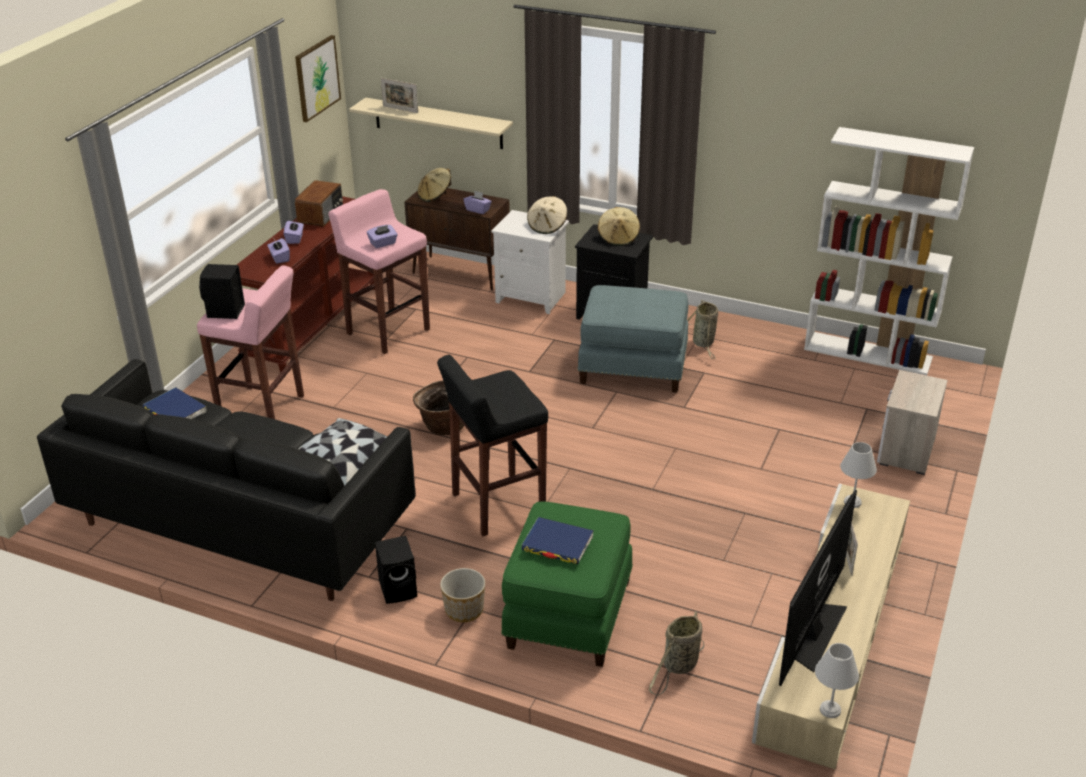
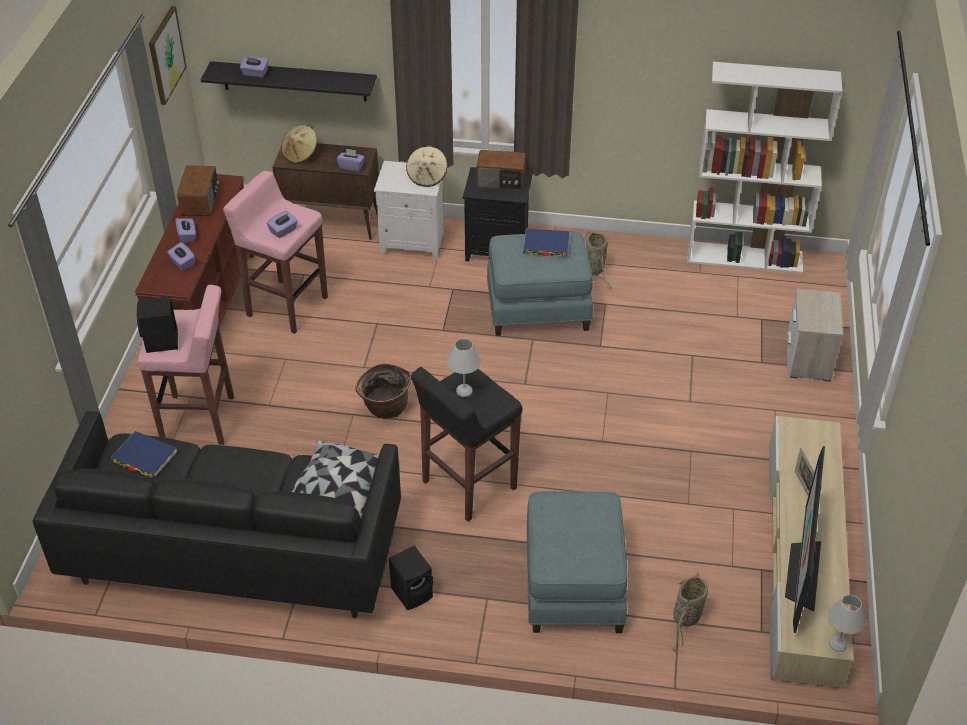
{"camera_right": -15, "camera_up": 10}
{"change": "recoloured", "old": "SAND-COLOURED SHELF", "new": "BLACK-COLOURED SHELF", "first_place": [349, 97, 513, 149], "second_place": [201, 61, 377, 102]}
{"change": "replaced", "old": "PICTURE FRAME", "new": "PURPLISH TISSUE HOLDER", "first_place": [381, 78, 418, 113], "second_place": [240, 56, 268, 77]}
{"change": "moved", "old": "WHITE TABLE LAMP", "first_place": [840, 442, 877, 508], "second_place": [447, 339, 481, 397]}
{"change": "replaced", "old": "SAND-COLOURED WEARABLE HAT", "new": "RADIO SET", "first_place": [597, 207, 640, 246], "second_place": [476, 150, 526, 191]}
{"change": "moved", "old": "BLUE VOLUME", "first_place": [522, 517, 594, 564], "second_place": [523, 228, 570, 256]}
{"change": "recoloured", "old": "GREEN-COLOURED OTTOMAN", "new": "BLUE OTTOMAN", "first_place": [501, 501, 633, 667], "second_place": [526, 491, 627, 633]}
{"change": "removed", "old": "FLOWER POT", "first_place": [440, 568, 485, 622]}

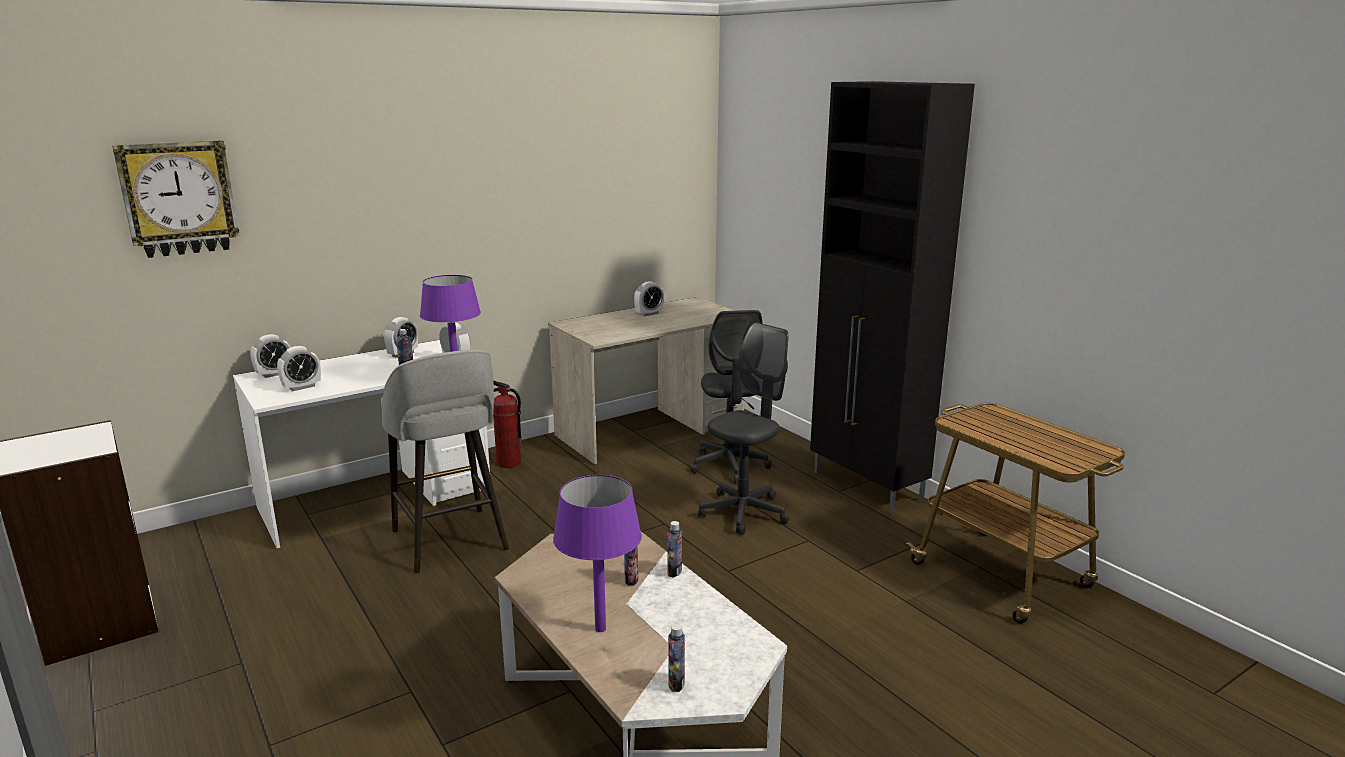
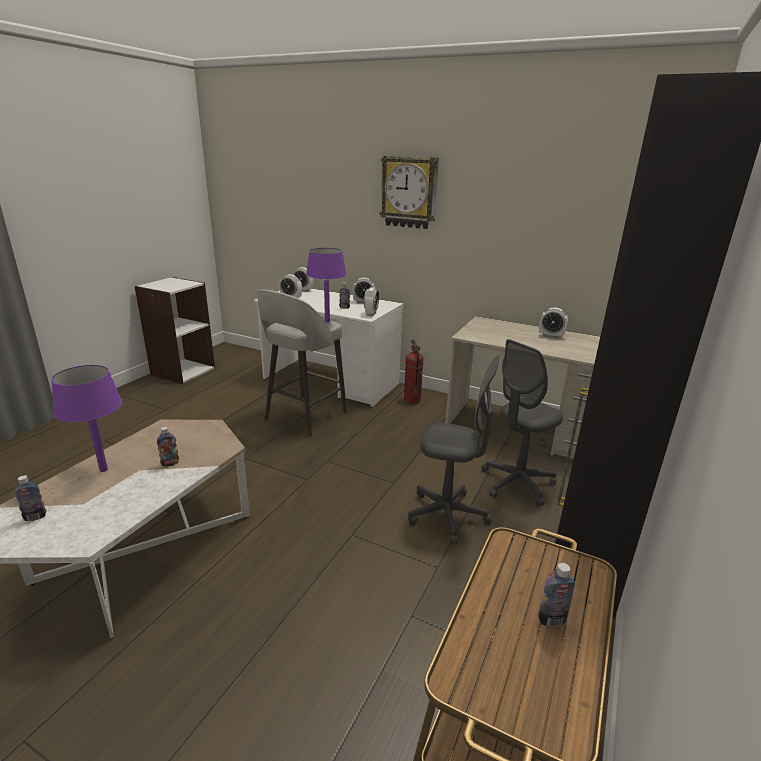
{"camera_right": 60, "camera_up": 5}
{"change": "moved", "old": "HANGING CLOCK", "first_place": [112, 140, 240, 258], "second_place": [380, 156, 439, 229]}
{"change": "moved", "old": "DRINK BOTTLE", "first_place": [667, 521, 682, 578], "second_place": [538, 563, 575, 627]}

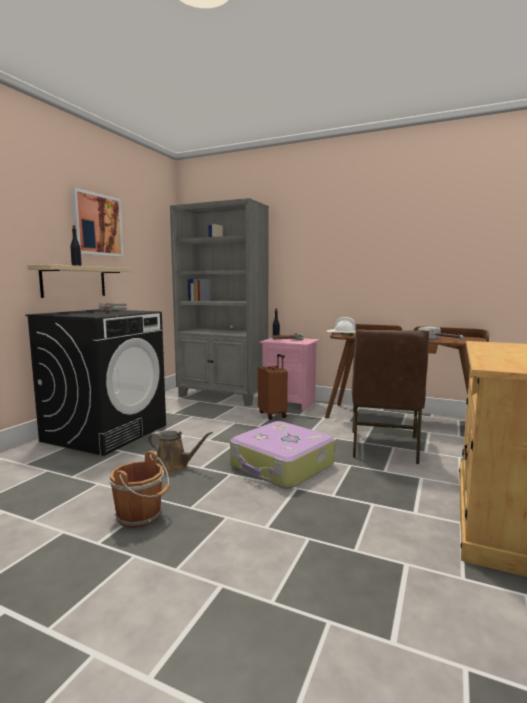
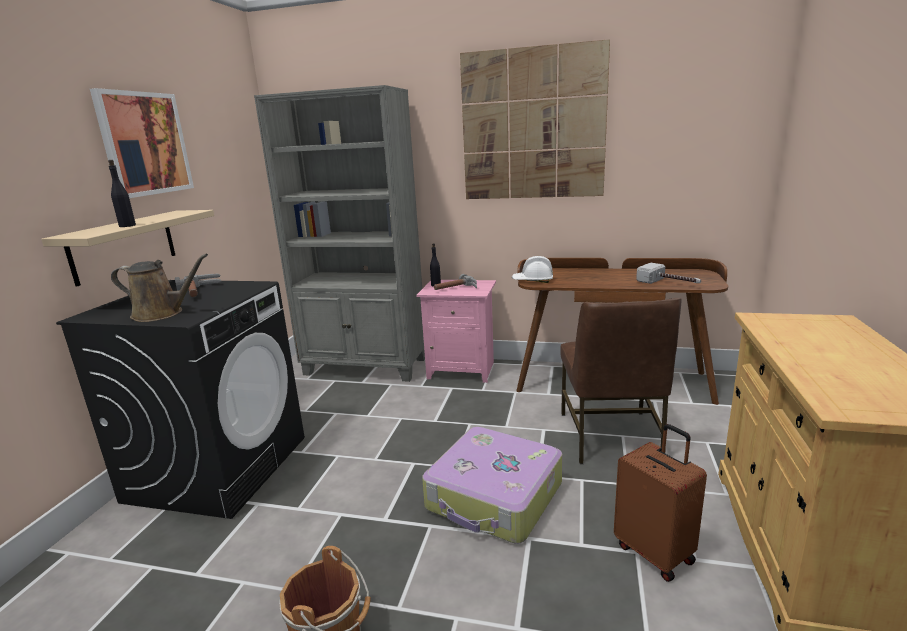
{"camera_right": -10, "camera_up": 10}
{"change": "moved", "old": "BROWN-COLOURED SPRINKLING CAN", "first_place": [148, 431, 213, 473], "second_place": [111, 253, 208, 322]}
{"change": "added", "new": "WALL PICTURE", "second_place": [460, 39, 610, 199]}
{"change": "moved", "old": "BROWN-COLOURED SUITCASE", "first_place": [258, 354, 288, 420], "second_place": [614, 424, 707, 582]}

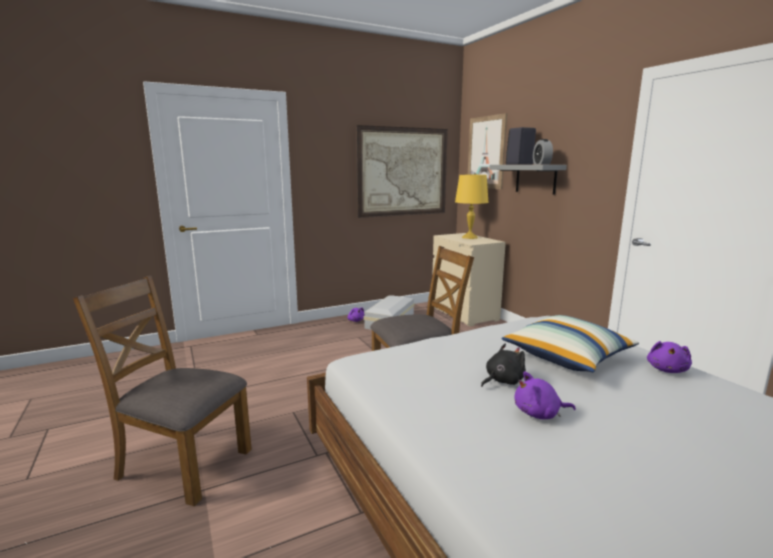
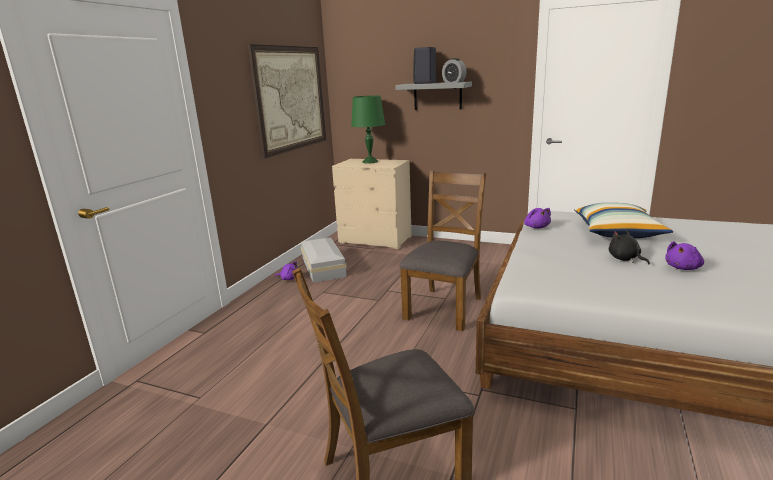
{"camera_right": -40, "camera_up": 5}
{"change": "recoloured", "old": "YELLOWISH TABLE LAMP", "new": "GREEN-COLOURED TABLE LAMP", "first_place": [455, 175, 489, 239], "second_place": [351, 95, 385, 163]}
{"change": "moved", "old": "PURPLISH CUDDLY TOY", "first_place": [647, 341, 692, 373], "second_place": [524, 208, 551, 229]}
{"change": "turned", "old": "BLACK-COLOURED CUDDLY TOY", "first_place": [481, 344, 526, 387], "second_place": [609, 230, 650, 265], "degrees": -45}
{"change": "removed", "old": "WALL PICTURE", "first_place": [468, 113, 507, 189]}

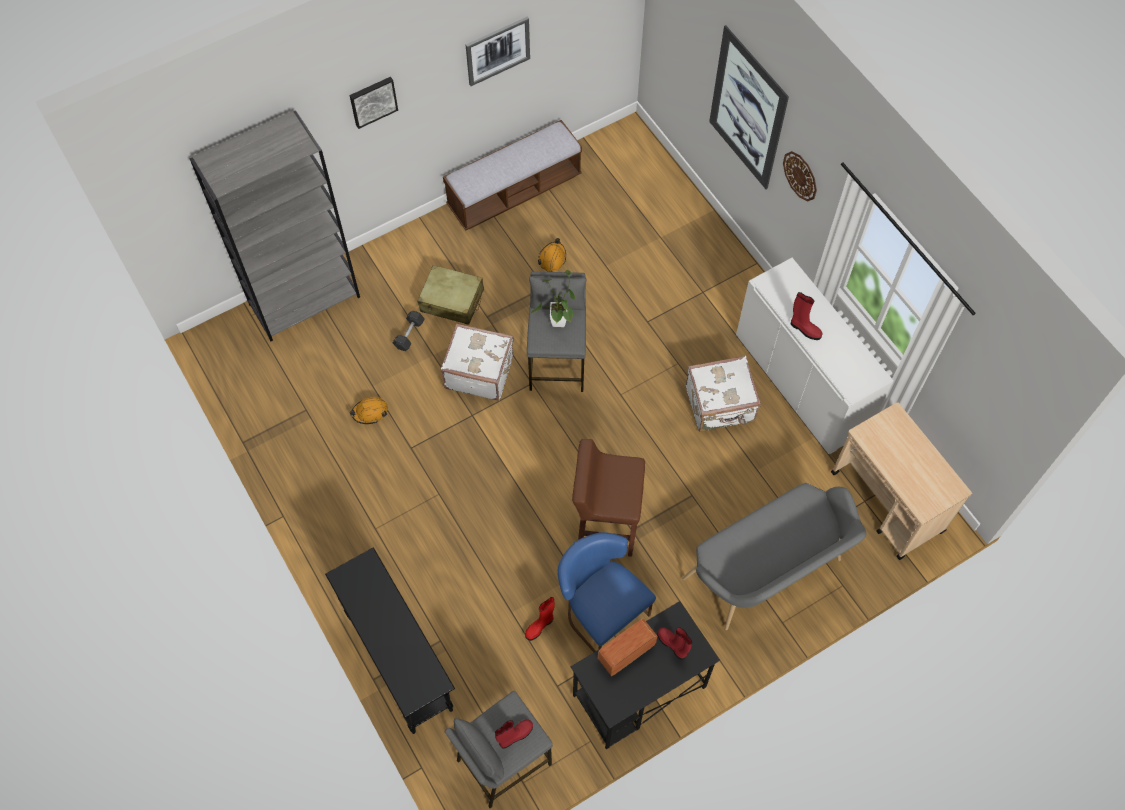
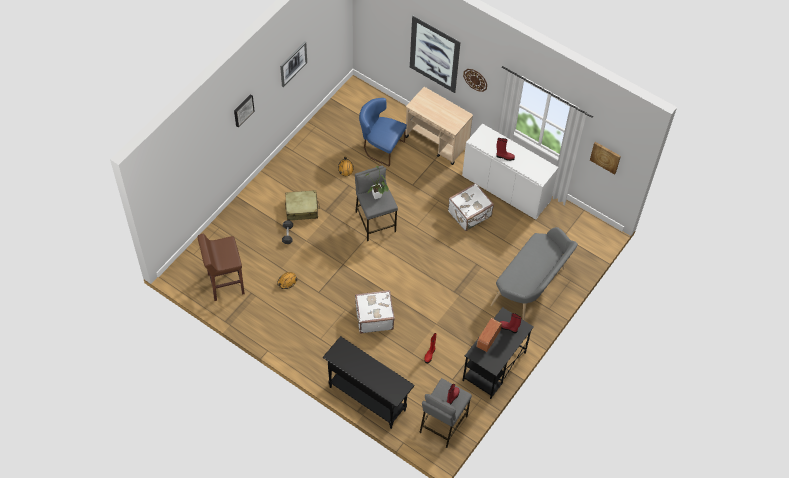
{"camera_right": -25, "camera_up": -5}
{"change": "moved", "old": "BROWN-COLOURED STOOL", "first_place": [572, 439, 645, 557], "second_place": [197, 234, 245, 301]}
{"change": "moved", "old": "WHITE SUITCASE", "first_place": [441, 324, 514, 401], "second_place": [355, 290, 395, 334]}
{"change": "moved", "old": "BLUE UPRIGHT CHAIR", "first_place": [557, 532, 656, 652], "second_place": [359, 98, 407, 167]}
{"change": "moved", "old": "SAND-COLOURED TROLLEY", "first_place": [831, 402, 972, 560], "second_place": [405, 87, 473, 165]}
{"change": "added", "new": "WALL PICTURE", "second_place": [590, 142, 621, 175]}
{"change": "removed", "old": "GREYISH SHELVING UNIT", "first_place": [190, 110, 360, 341]}
{"change": "removed", "old": "LONG SEAT", "first_place": [443, 120, 582, 231]}

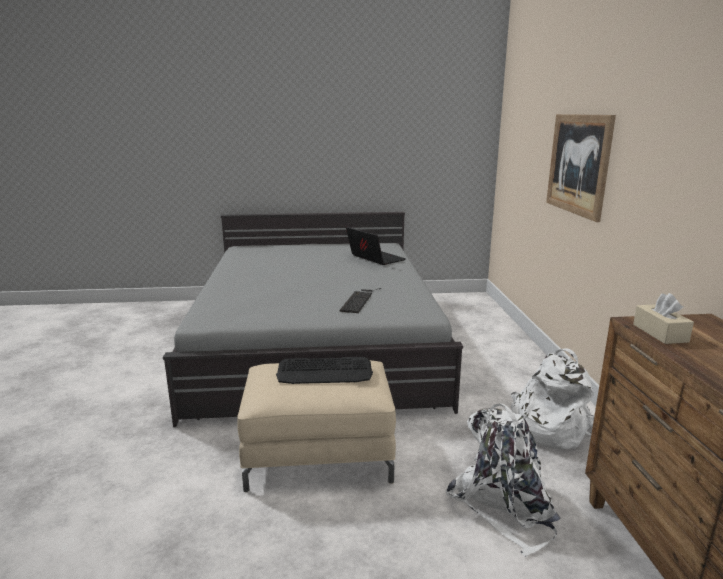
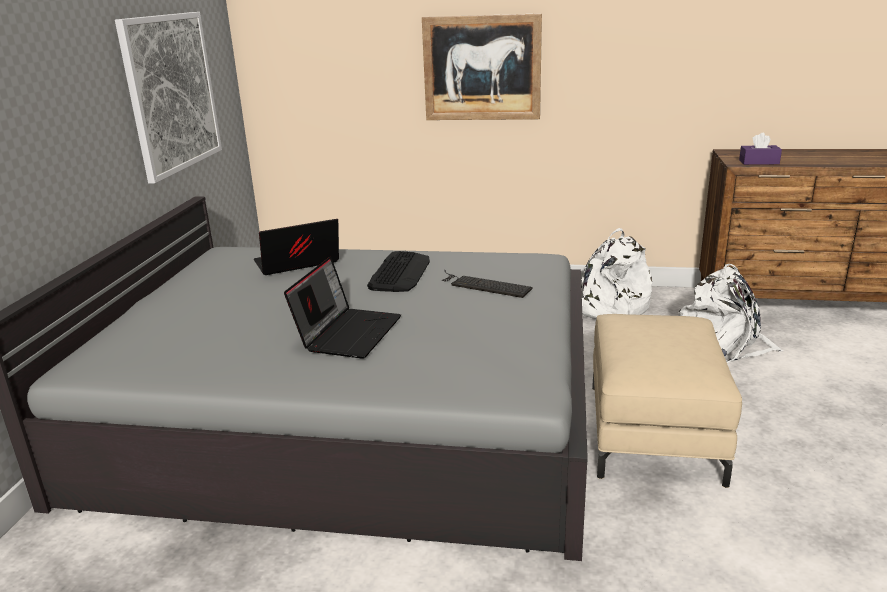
{"camera_right": -75, "camera_up": 5}
{"change": "added", "new": "WALL PICTURE", "second_place": [115, 12, 222, 183]}
{"change": "added", "new": "PORTABLE COMPUTER", "second_place": [284, 256, 401, 359]}
{"change": "moved", "old": "COMPUTER KEYBOARD", "first_place": [276, 357, 373, 384], "second_place": [367, 251, 430, 292]}
{"change": "recoloured", "old": "SAND-COLOURED TISSUE HOLDER", "new": "PURPLISH TISSUE HOLDER", "first_place": [633, 293, 694, 344], "second_place": [739, 133, 782, 165]}

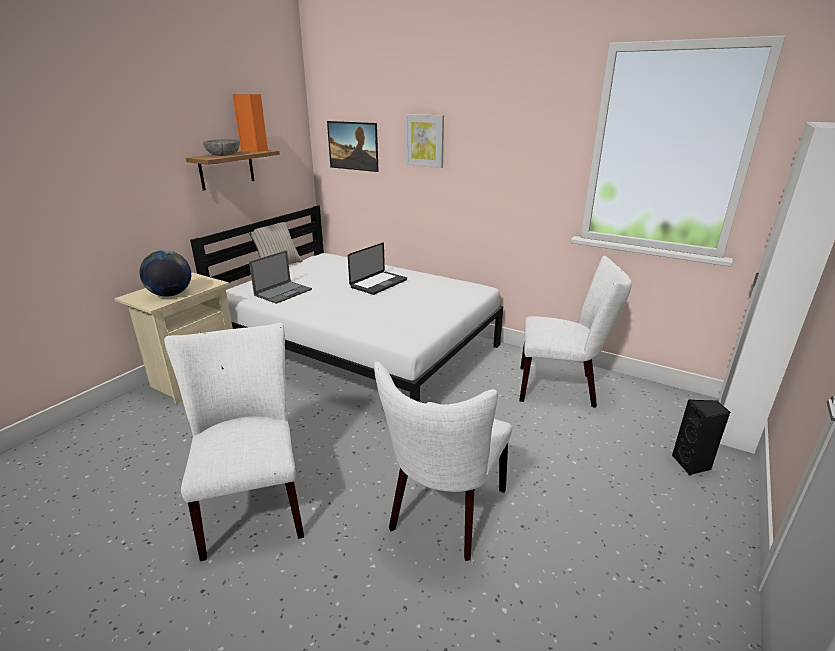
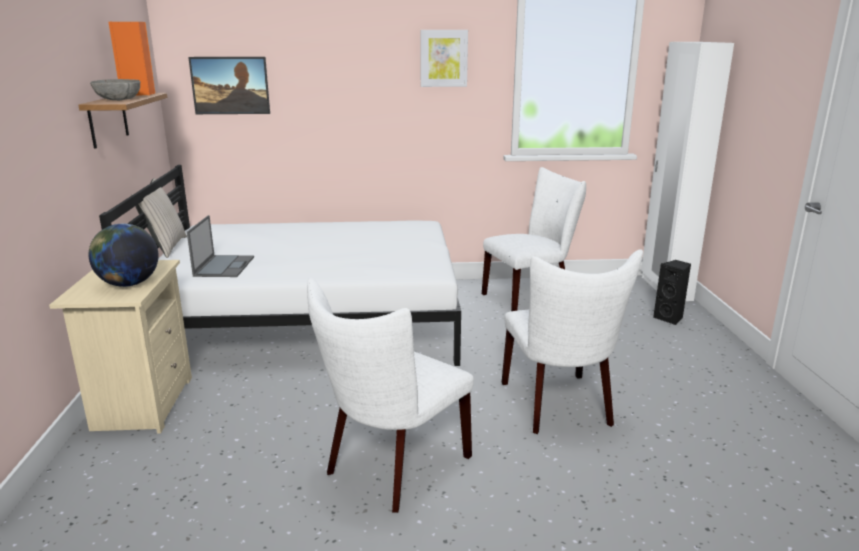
{"camera_right": -35, "camera_up": -5}
{"change": "turned", "old": "WHITE UPRIGHT CHAIR", "first_place": [164, 323, 304, 561], "second_place": [307, 278, 474, 513], "degrees": -90}
{"change": "moved", "old": "WALL PICTURE", "first_place": [405, 114, 444, 168], "second_place": [420, 30, 468, 87]}
{"change": "removed", "old": "PORTABLE COMPUTER", "first_place": [348, 243, 407, 295]}

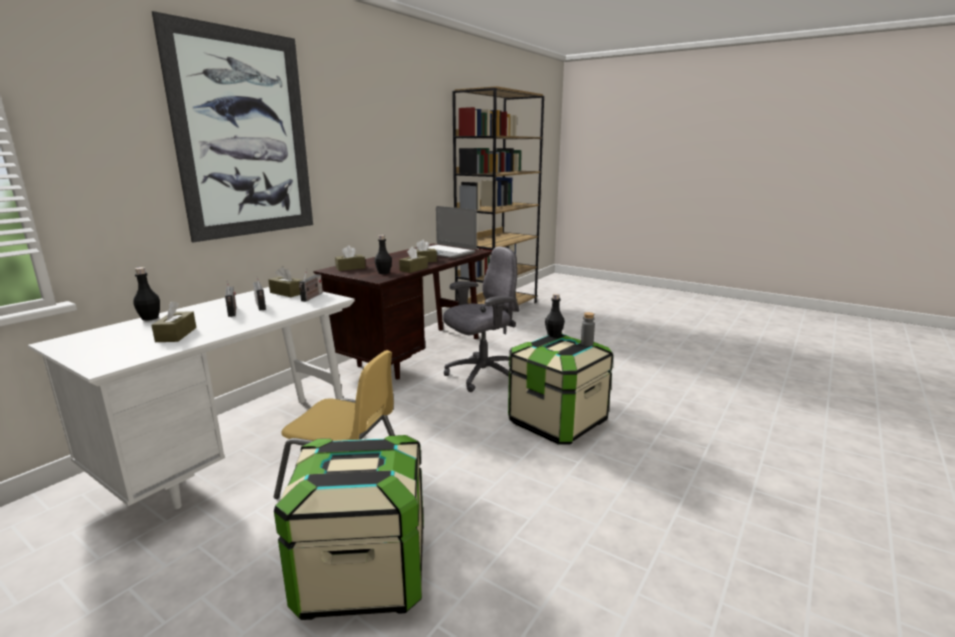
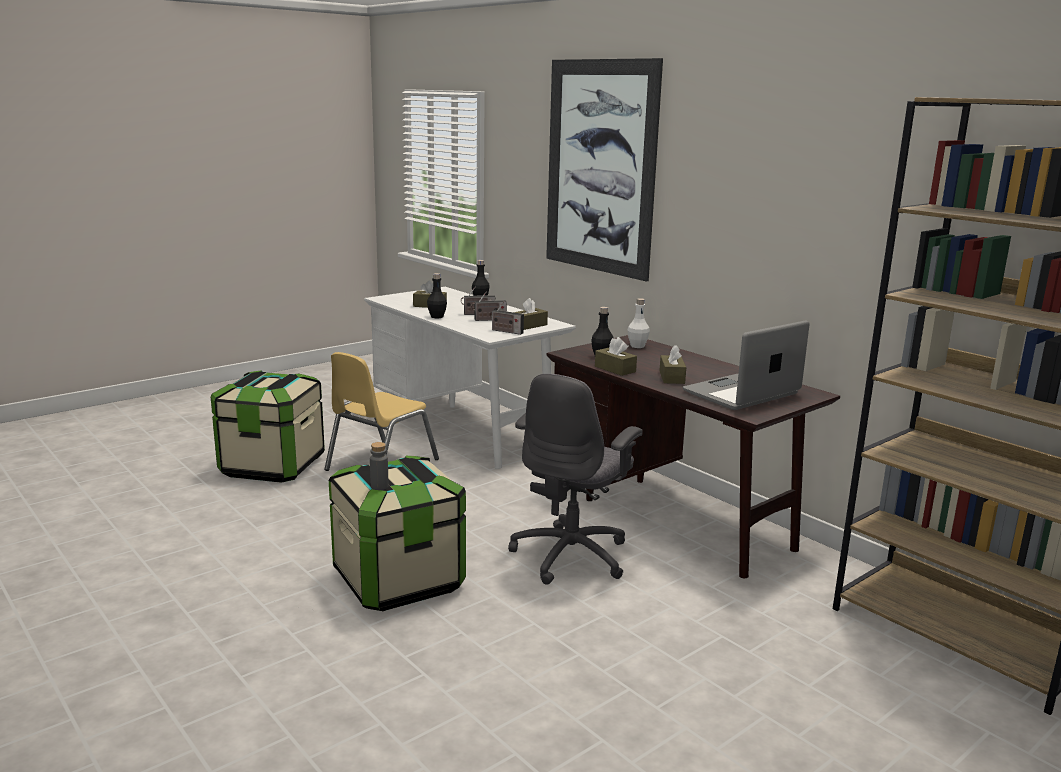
{"camera_right": 105, "camera_up": 0}
{"change": "moved", "old": "BLACK-COLOURED DRINK BOTTLE", "first_place": [545, 293, 565, 337], "second_place": [427, 273, 447, 318]}
{"change": "turned", "old": "GREYISH DESK CHAIR", "first_place": [443, 247, 519, 392], "second_place": [508, 374, 643, 585], "degrees": 45}
{"change": "replaced", "old": "BROWN-COLOURED TISSUE HOLDER", "new": "WHITE DRINK BOTTLE", "first_place": [335, 245, 366, 271], "second_place": [628, 298, 650, 348]}

